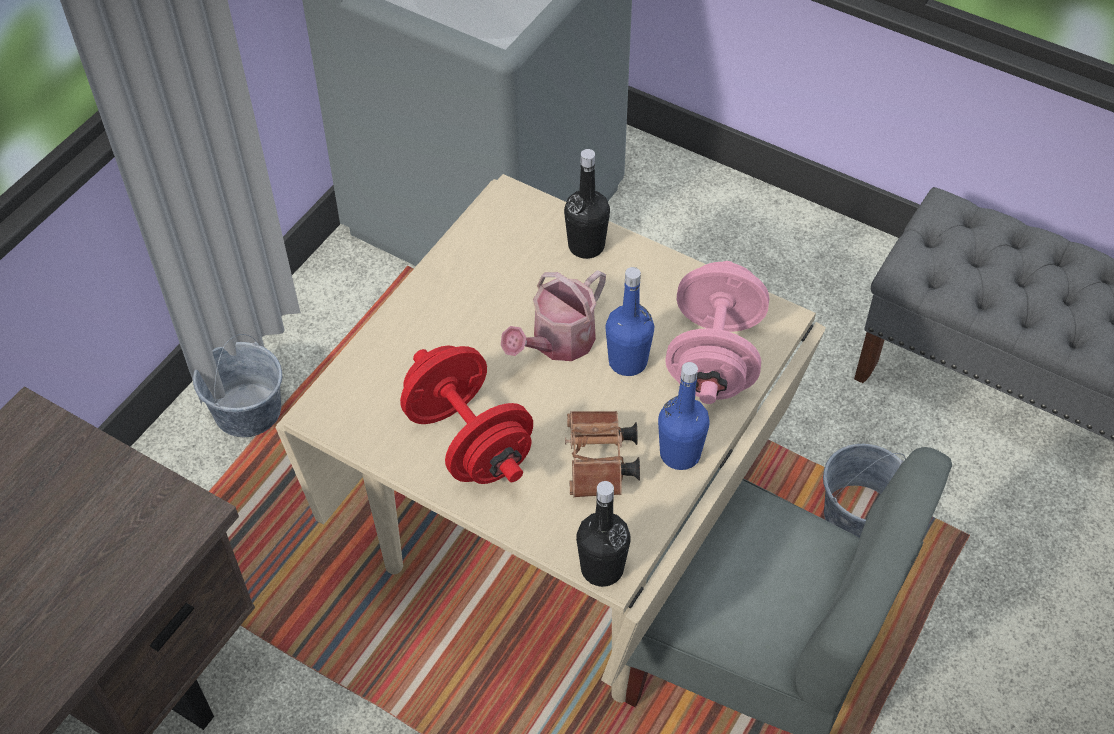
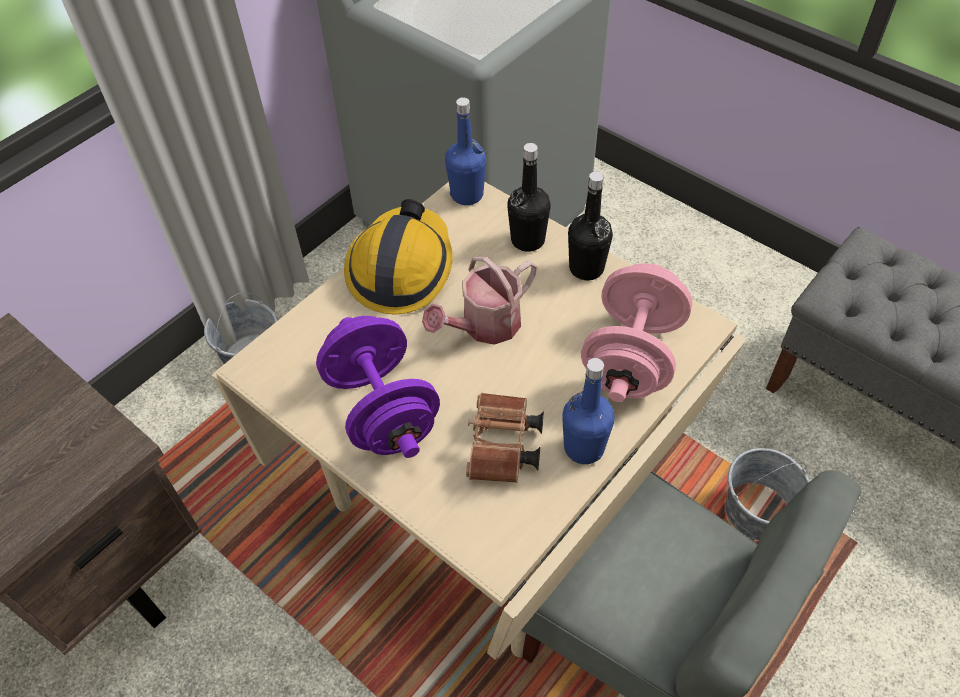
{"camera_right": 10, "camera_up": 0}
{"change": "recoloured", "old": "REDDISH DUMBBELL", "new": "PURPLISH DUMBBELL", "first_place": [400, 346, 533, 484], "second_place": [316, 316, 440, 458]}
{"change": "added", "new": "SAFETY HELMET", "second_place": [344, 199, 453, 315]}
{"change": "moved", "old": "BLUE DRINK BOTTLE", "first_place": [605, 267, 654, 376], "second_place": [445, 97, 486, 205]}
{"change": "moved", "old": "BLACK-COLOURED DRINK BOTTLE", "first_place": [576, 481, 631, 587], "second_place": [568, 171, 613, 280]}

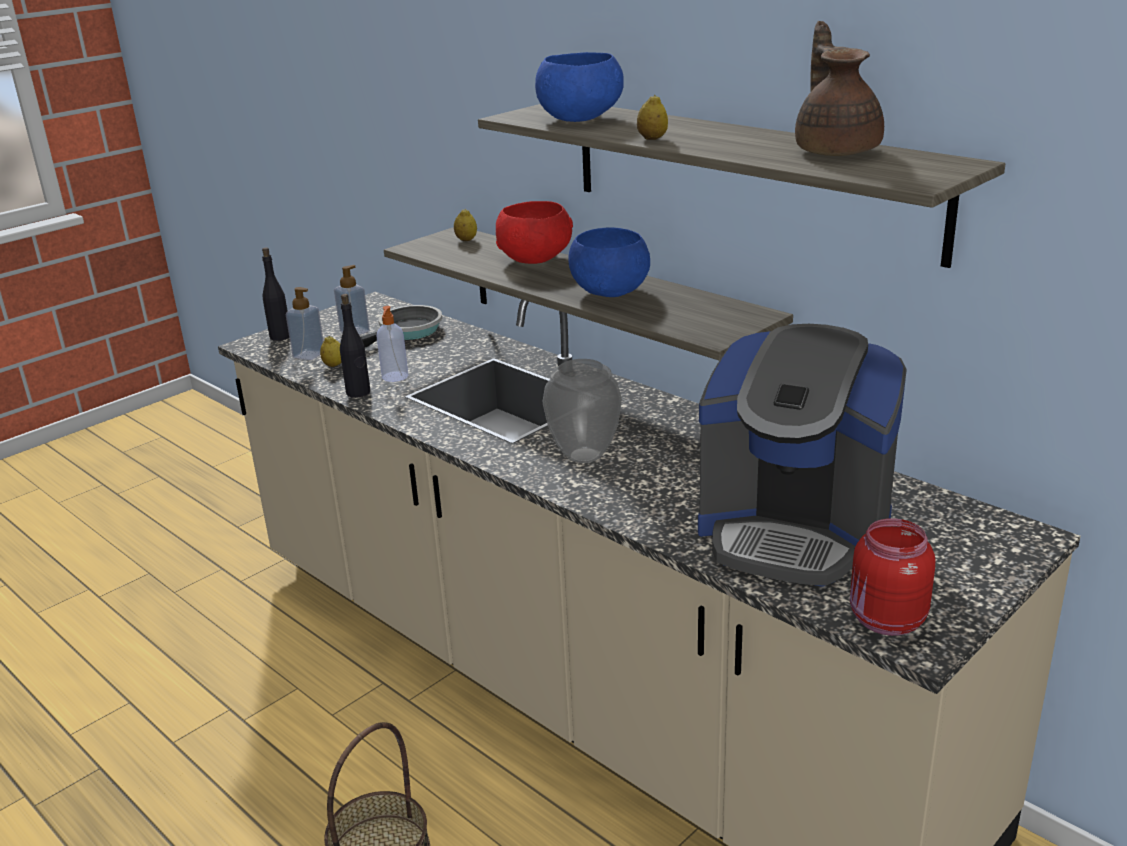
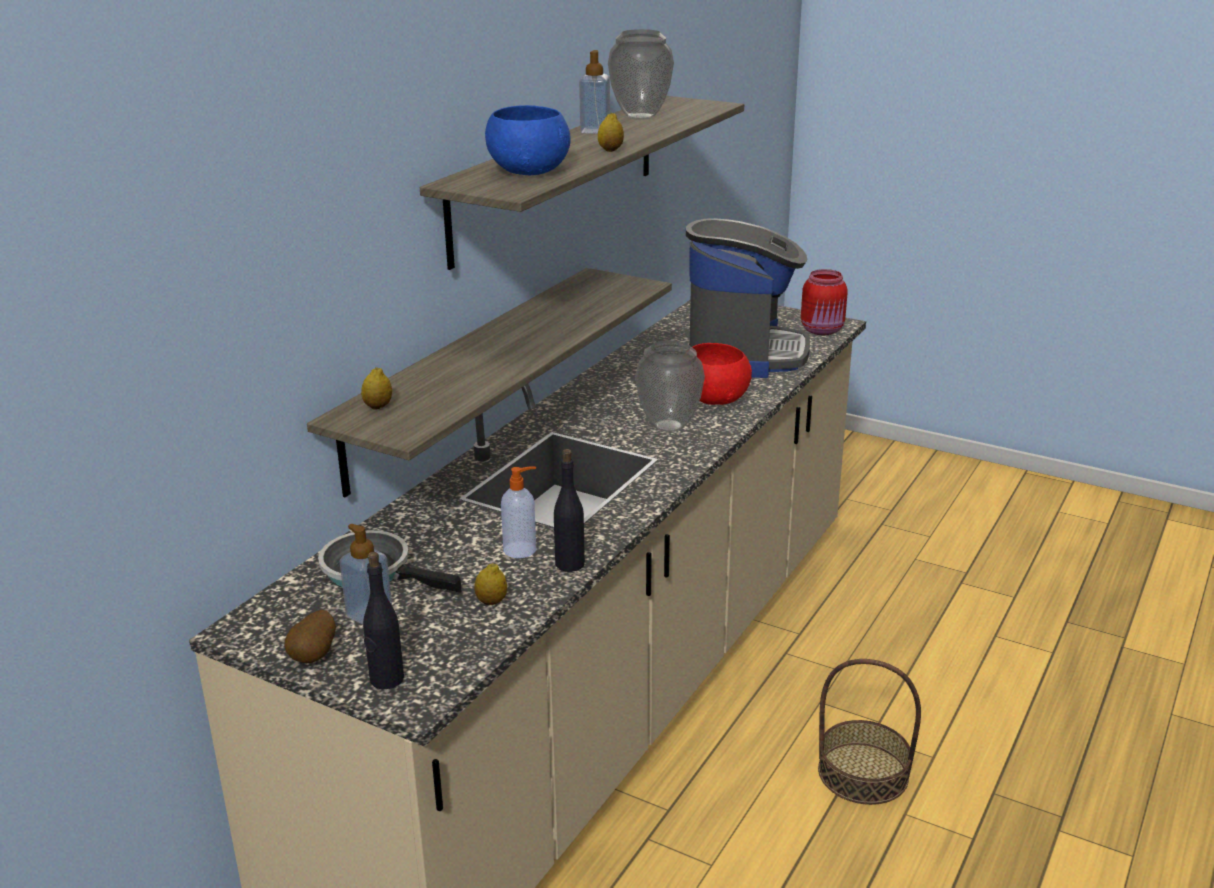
{"camera_right": -105, "camera_up": 0}
{"change": "added", "new": "POTATO", "second_place": [284, 610, 336, 664]}
{"change": "moved", "old": "LIQUID SOAP BOTTLE", "first_place": [286, 287, 324, 360], "second_place": [579, 50, 610, 134]}
{"change": "replaced", "old": "BROWN-COLOURED POT FOR TEA", "new": "VASE", "first_place": [795, 21, 884, 156], "second_place": [608, 29, 674, 120]}
{"change": "moved", "old": "REDDISH BOWL", "first_place": [496, 201, 573, 264], "second_place": [692, 343, 752, 405]}
{"change": "removed", "old": "BLUE BOWL", "first_place": [568, 228, 650, 297]}

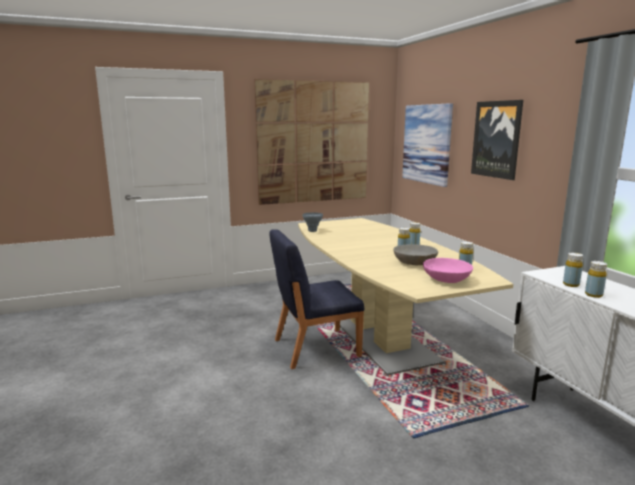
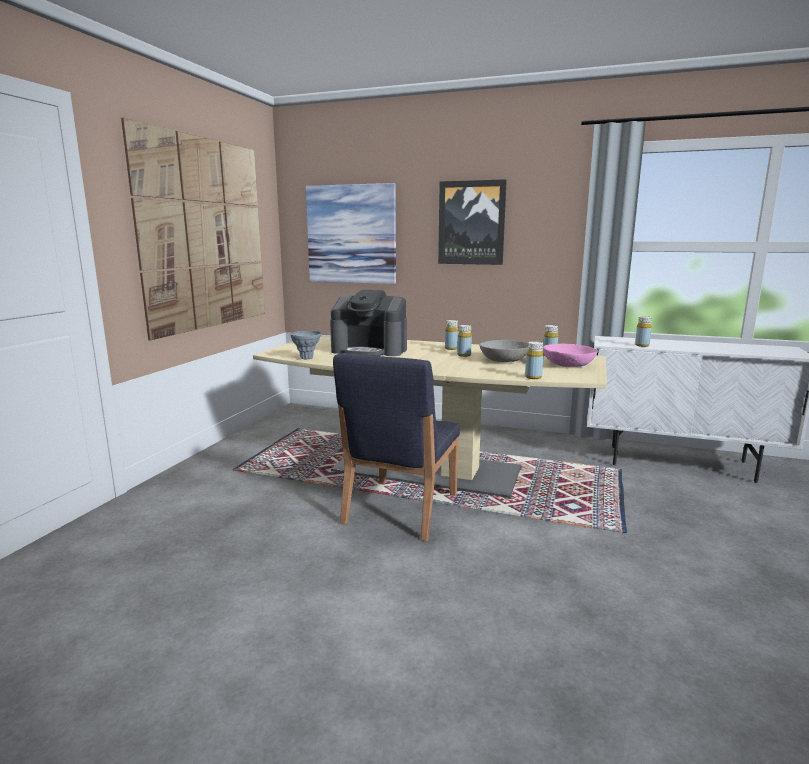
{"camera_right": -50, "camera_up": 0}
{"change": "added", "new": "COFFEE MACHINE", "second_place": [330, 290, 407, 356]}
{"change": "moved", "old": "YELLOWISH DRINK BOTTLE", "first_place": [585, 261, 607, 298], "second_place": [525, 341, 543, 379]}

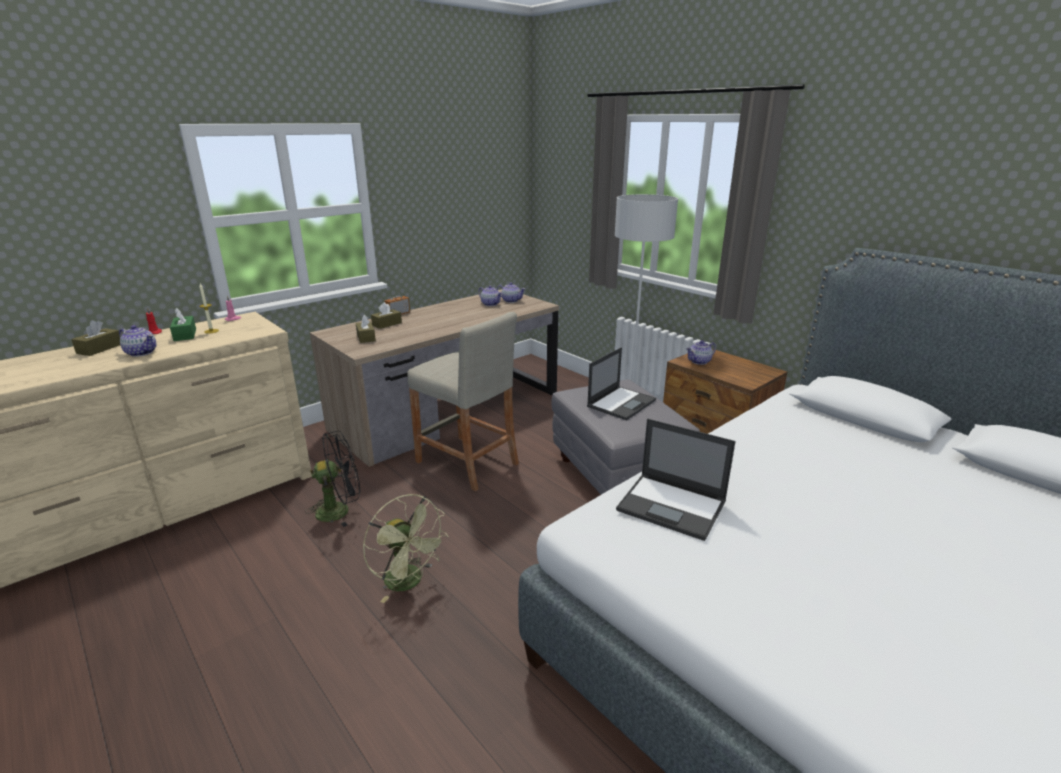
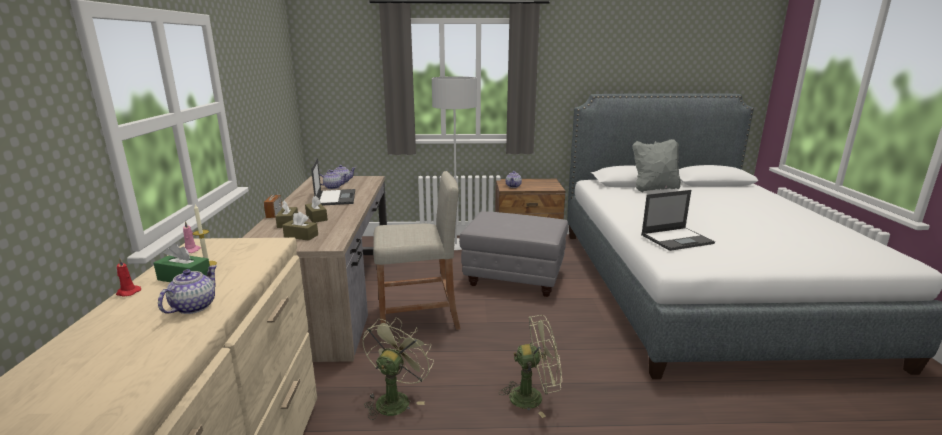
{"camera_right": -50, "camera_up": -5}
{"change": "turned", "old": "POT FOR TEA", "first_place": [119, 325, 157, 357], "second_place": [158, 265, 217, 314], "degrees": -45}
{"change": "moved", "old": "BROWN-COLOURED TISSUE HOLDER", "first_place": [71, 320, 120, 356], "second_place": [305, 196, 328, 223]}
{"change": "moved", "old": "PORTABLE COMPUTER", "first_place": [587, 347, 656, 420], "second_place": [311, 158, 355, 205]}
{"change": "recoloured", "old": "BLACK-COLOURED ELECTRIC FAN", "new": "GREEN-COLOURED ELECTRIC FAN", "first_place": [305, 431, 360, 527], "second_place": [362, 317, 434, 420]}
{"change": "added", "new": "GREYISH THROW PILLOW", "second_place": [632, 139, 681, 193]}

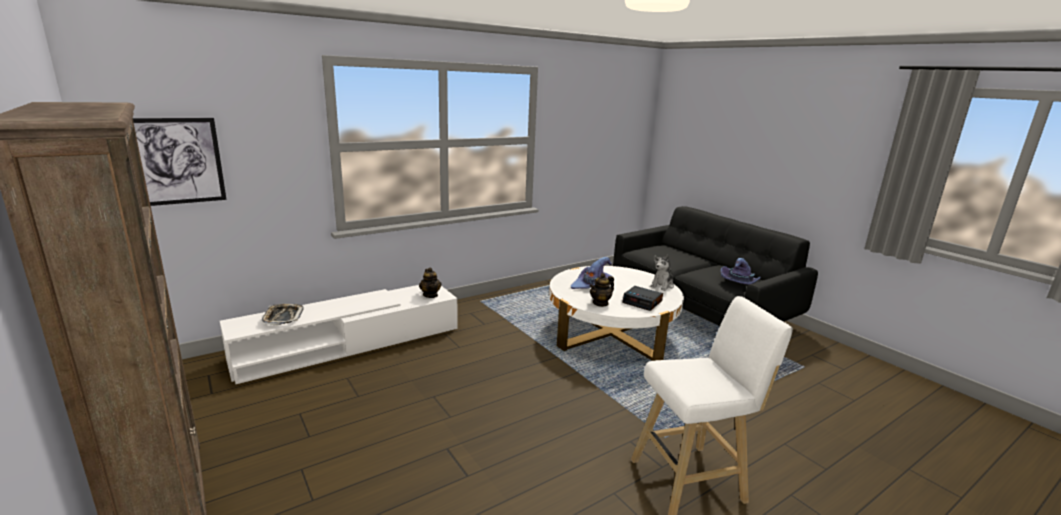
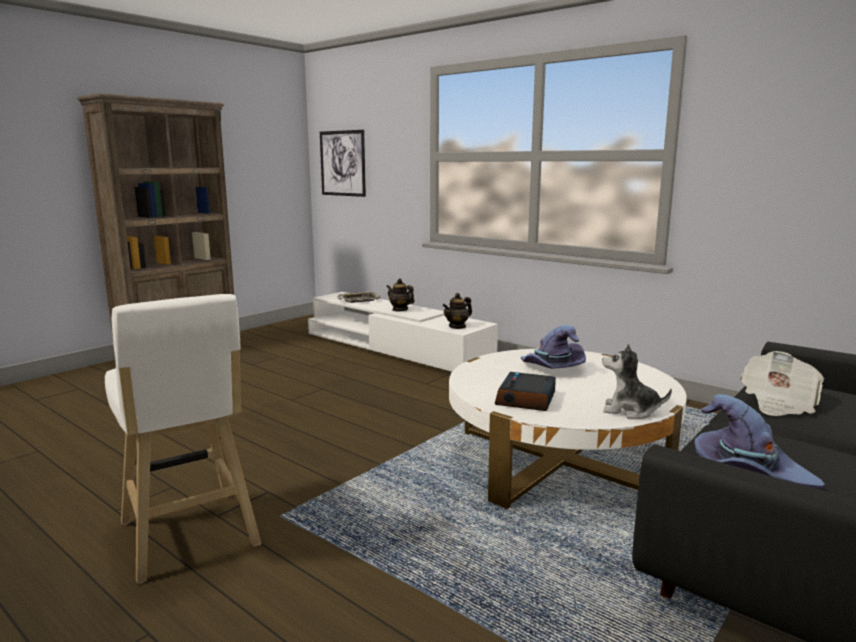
{"camera_right": 75, "camera_up": -5}
{"change": "moved", "old": "POT FOR TEA", "first_place": [589, 273, 614, 307], "second_place": [386, 279, 415, 312]}
{"change": "added", "new": "PRINTED PAPER", "second_place": [740, 351, 824, 416]}

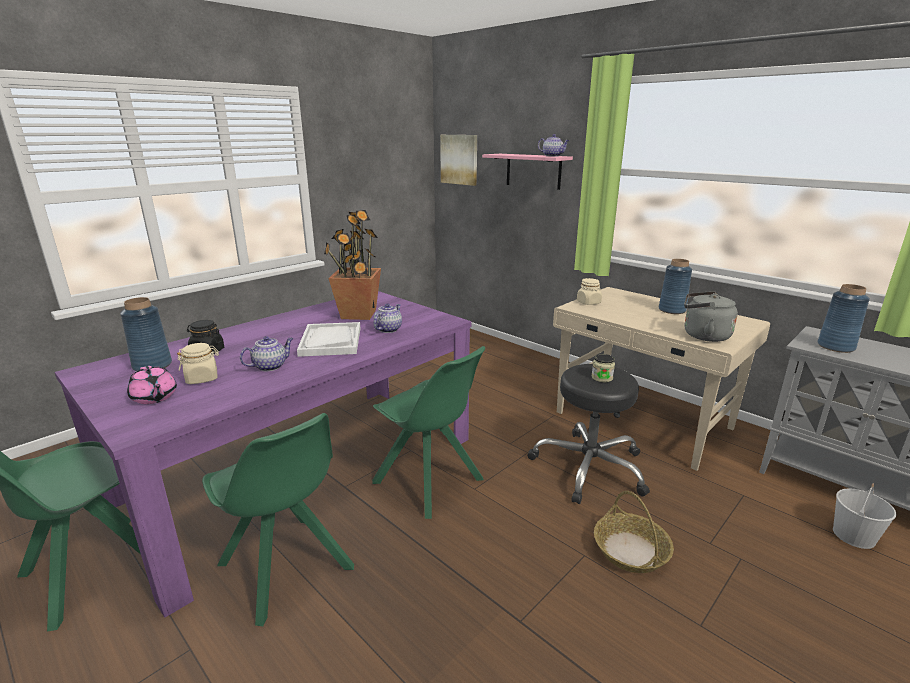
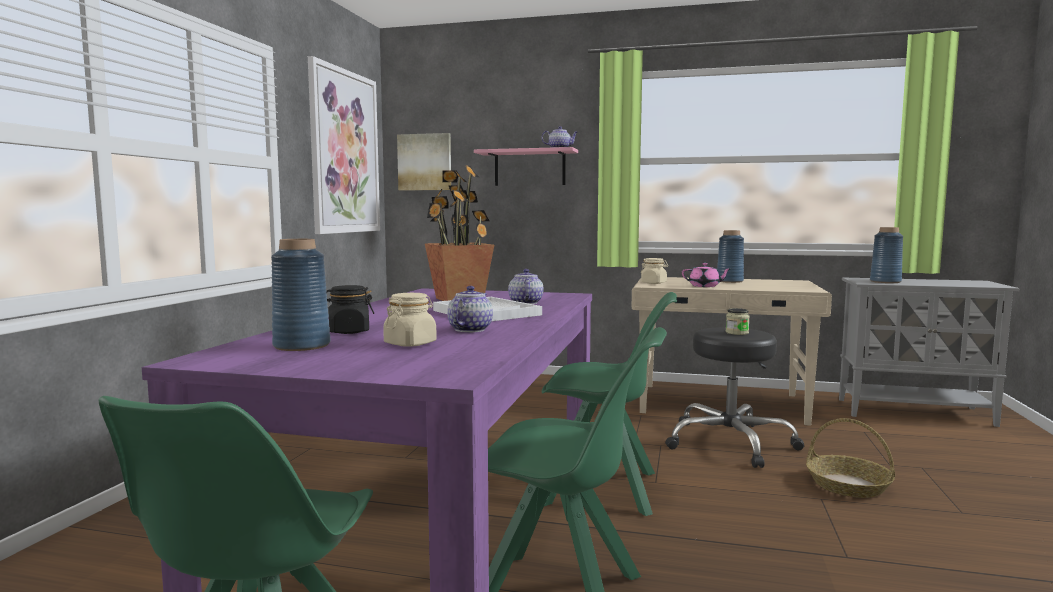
{"camera_right": -30, "camera_up": -15}
{"change": "added", "new": "WALL PICTURE", "second_place": [308, 56, 380, 234]}
{"change": "moved", "old": "PINK-COLOURED POT FOR TEA", "first_place": [127, 366, 177, 404], "second_place": [682, 263, 730, 287]}
{"change": "removed", "old": "GREYISH WATER KETTLE", "first_place": [684, 291, 738, 342]}
{"change": "removed", "old": "WHITE WATER BUCKET", "first_place": [833, 483, 897, 549]}

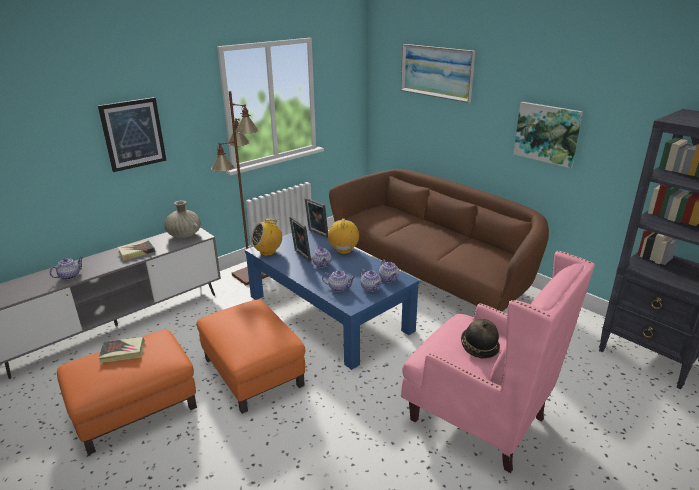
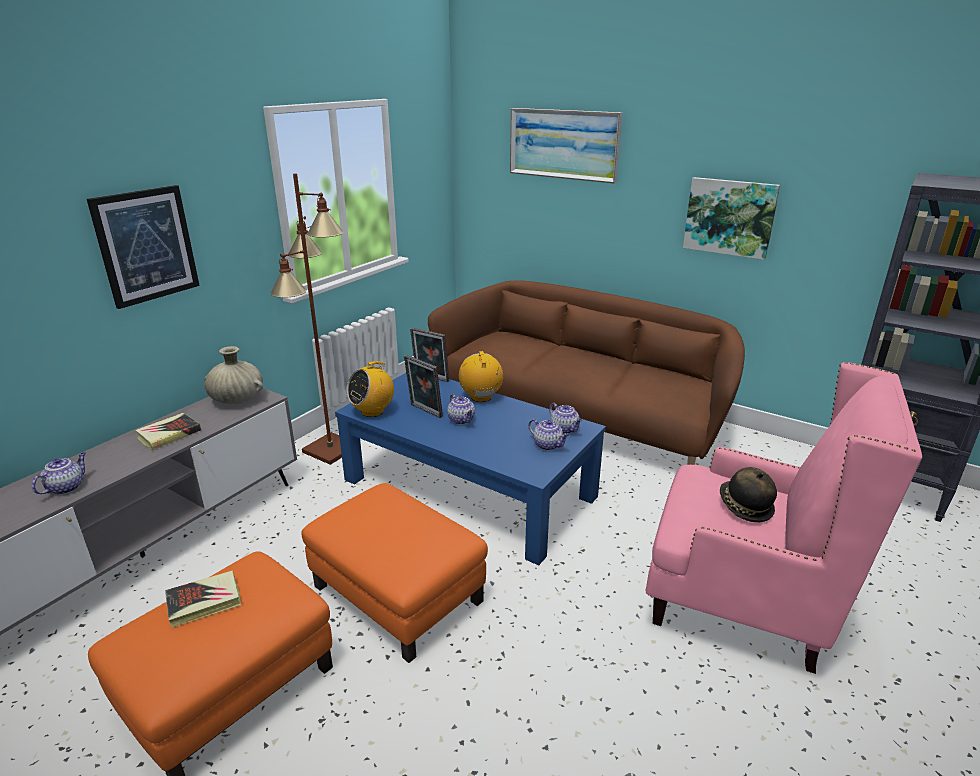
{"camera_right": -15, "camera_up": 0}
{"change": "removed", "old": "POT FOR TEA", "first_place": [322, 270, 355, 292]}

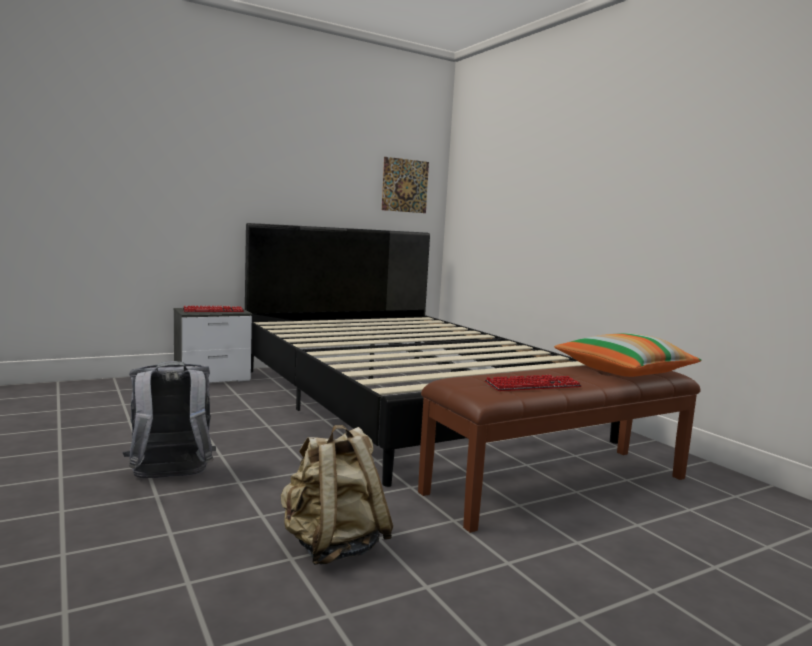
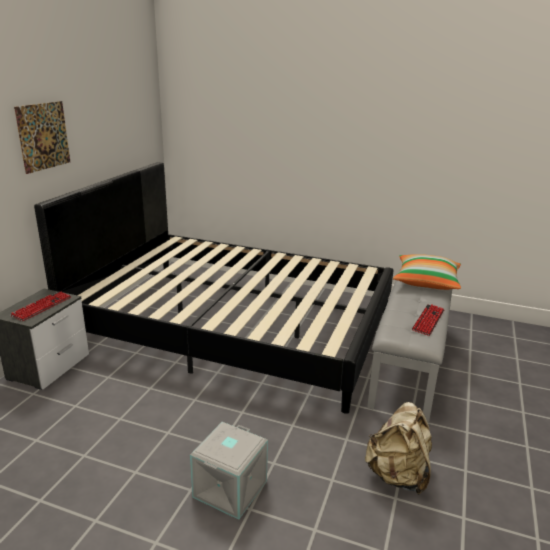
{"camera_right": -40, "camera_up": 15}
{"change": "moved", "old": "WALL PICTURE", "first_place": [382, 157, 429, 213], "second_place": [14, 101, 70, 174]}
{"change": "replaced", "old": "GREYISH RUCKSACK", "new": "GREYISH STORAGE CONTAINER", "first_place": [123, 361, 216, 479], "second_place": [190, 422, 268, 520]}
{"change": "recoloured", "old": "BROWN-COLOURED LONG SEAT", "new": "GREYISH LONG SEAT", "first_place": [418, 365, 701, 533], "second_place": [367, 269, 452, 423]}

